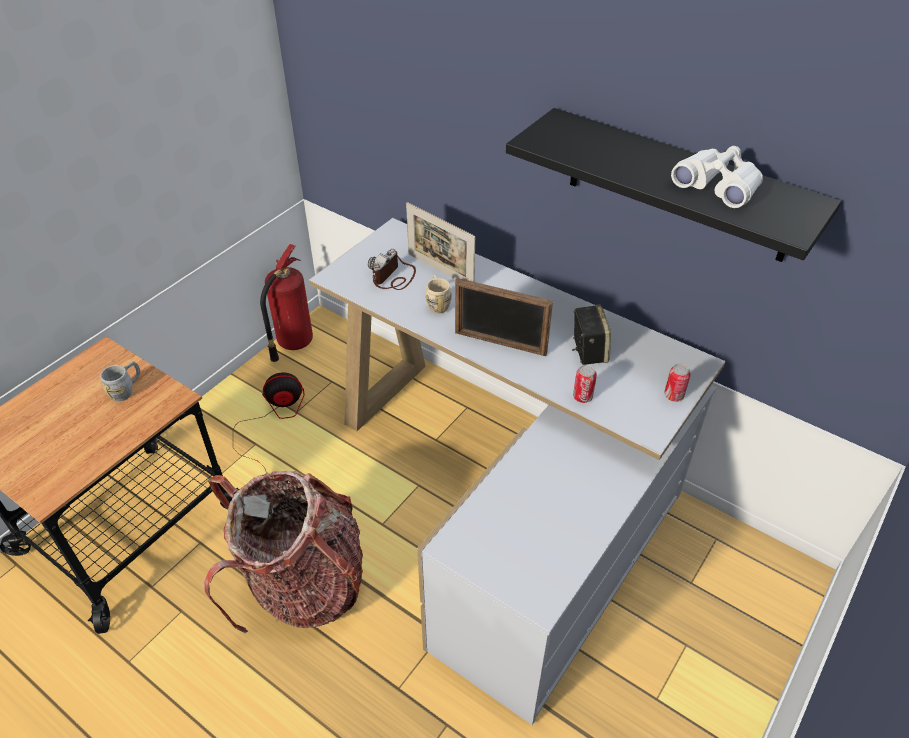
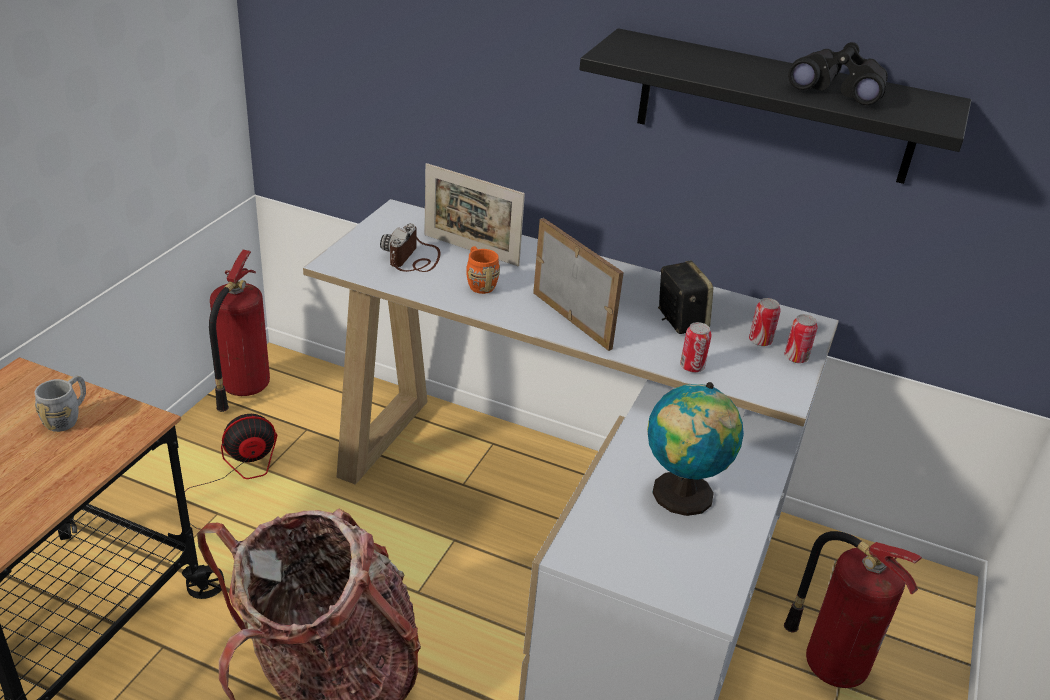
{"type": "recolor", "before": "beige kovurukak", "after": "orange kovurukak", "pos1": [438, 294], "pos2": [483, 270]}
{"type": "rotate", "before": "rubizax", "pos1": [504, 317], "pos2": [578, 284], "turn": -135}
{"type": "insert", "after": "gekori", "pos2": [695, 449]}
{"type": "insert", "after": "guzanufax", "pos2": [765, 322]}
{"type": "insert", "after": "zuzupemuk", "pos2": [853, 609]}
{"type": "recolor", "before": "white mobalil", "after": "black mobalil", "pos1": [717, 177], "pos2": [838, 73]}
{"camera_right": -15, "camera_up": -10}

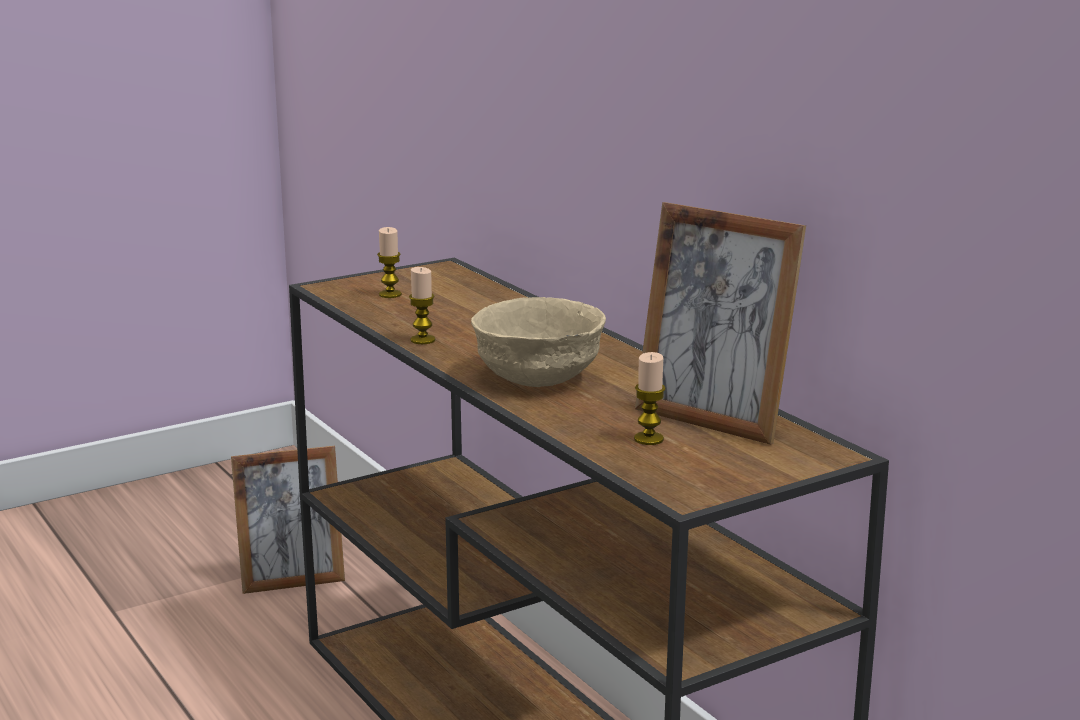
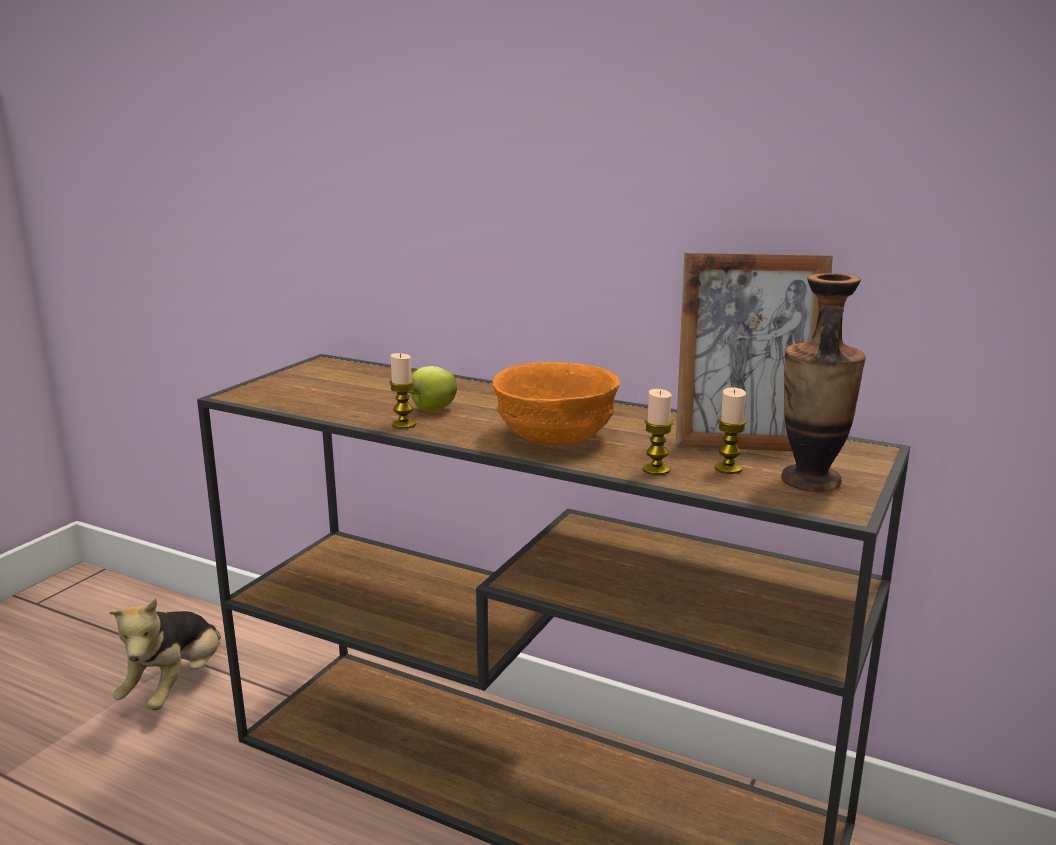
{"type": "replace", "before": "rubizax", "after": "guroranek", "pos1": [288, 520], "pos2": [165, 654]}
{"type": "insert", "after": "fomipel", "pos2": [432, 389]}
{"type": "recolor", "before": "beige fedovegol", "after": "orange fedovegol", "pos1": [538, 342], "pos2": [556, 404]}
{"type": "move", "before": "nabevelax", "pos1": [389, 262], "pos2": [658, 432]}
{"type": "insert", "after": "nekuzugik", "pos2": [823, 382]}
{"camera_right": -30, "camera_up": 0}

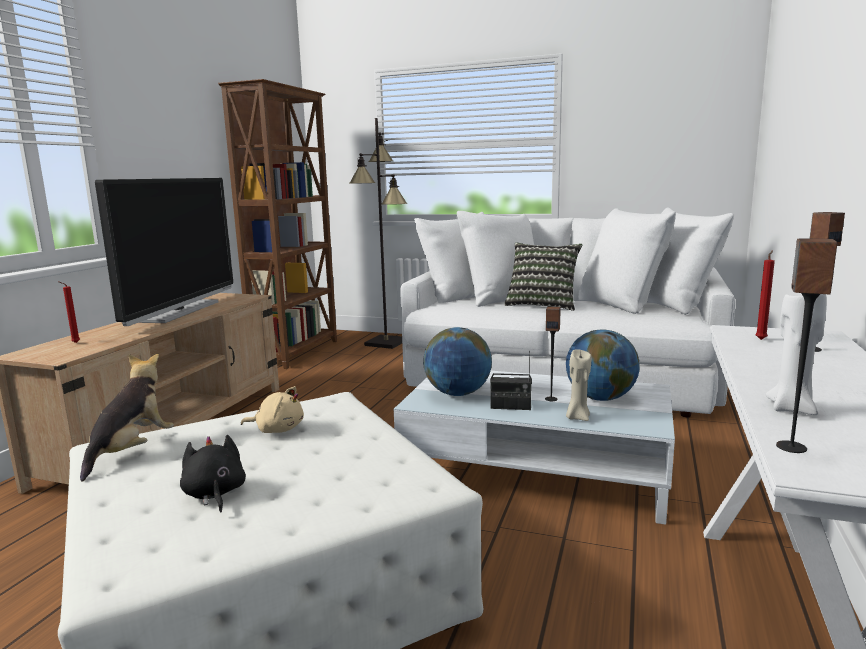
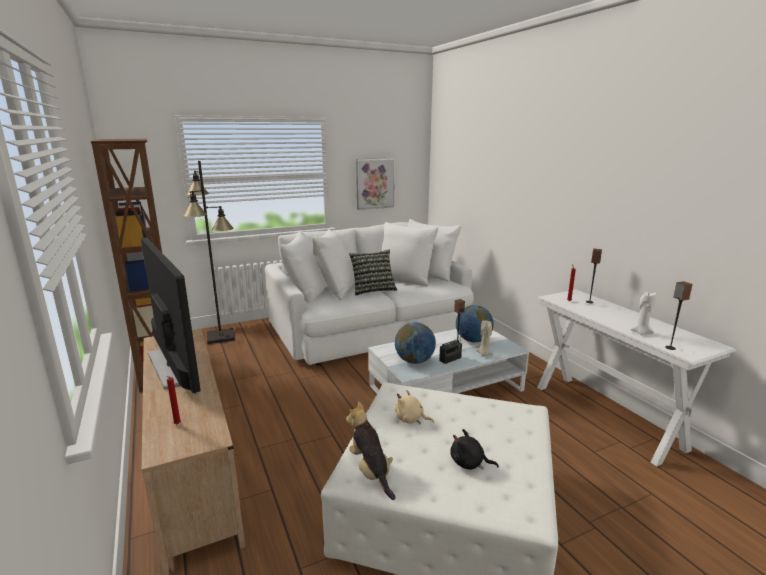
{"type": "insert", "after": "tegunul", "pos2": [375, 184]}
{"type": "rotate", "before": "beige guroranek", "pos1": [272, 409], "pos2": [414, 406], "turn": -120}
{"camera_right": -45, "camera_up": 5}

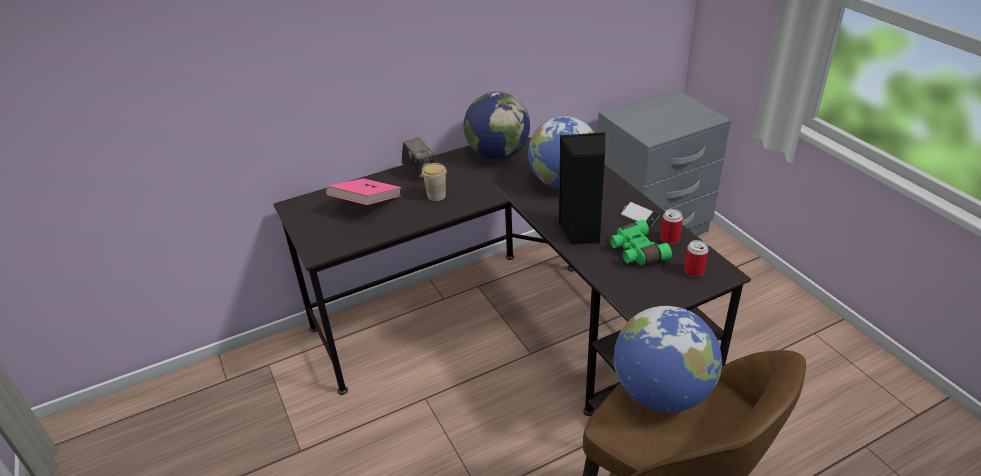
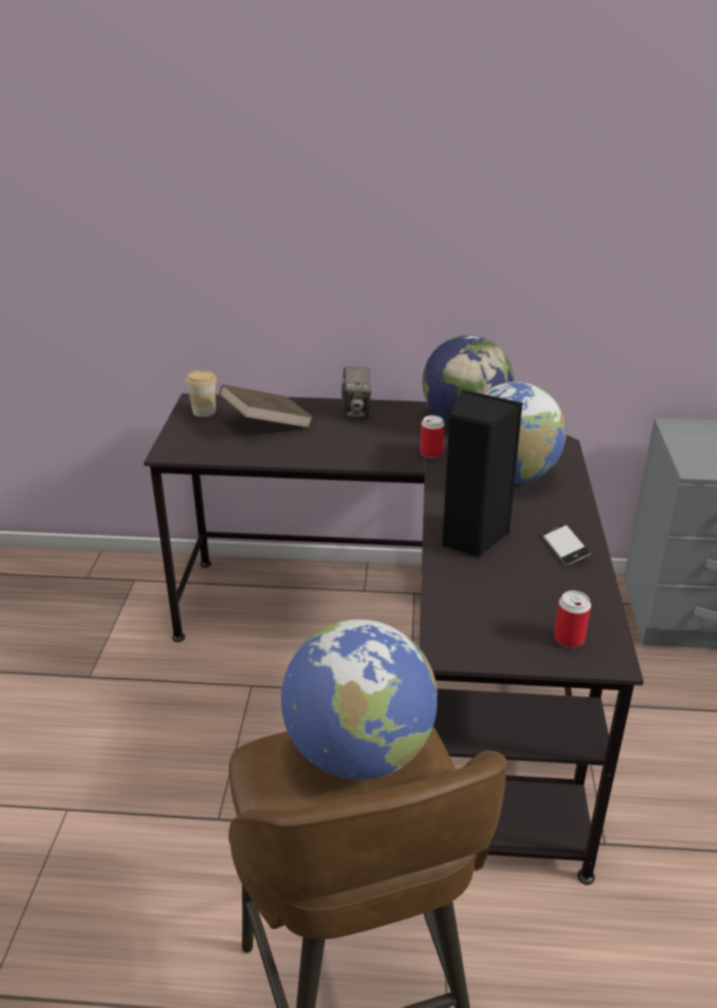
{"type": "move", "before": "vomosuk", "pos1": [434, 182], "pos2": [201, 393]}
{"type": "recolor", "before": "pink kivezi", "after": "brown kivezi", "pos1": [363, 191], "pos2": [266, 406]}
{"type": "move", "before": "guzanufax", "pos1": [671, 226], "pos2": [432, 436]}
{"type": "delete", "before": "green mobalil", "pos1": [641, 242]}
{"camera_right": 30, "camera_up": -5}

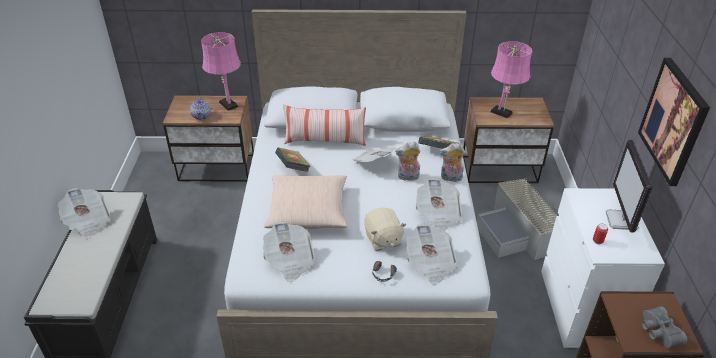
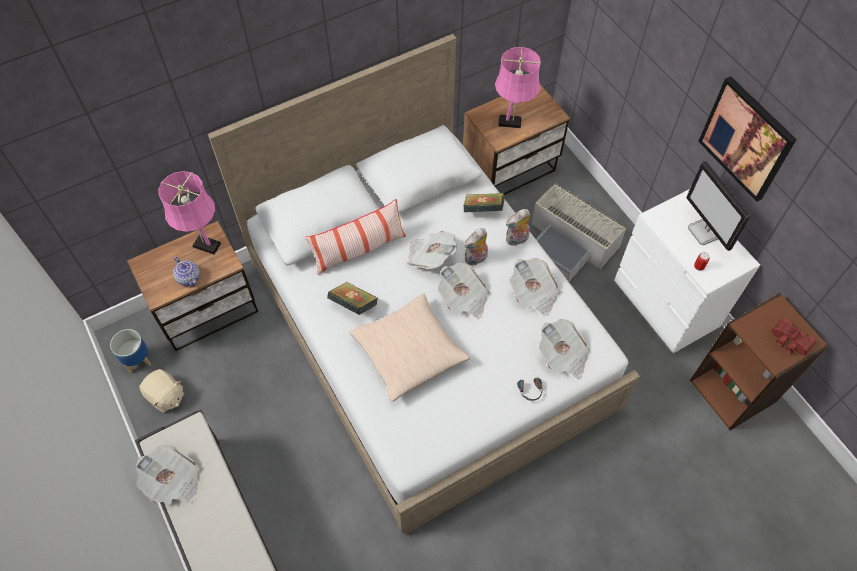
{"type": "insert", "after": "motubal", "pos2": [130, 351]}
{"type": "move", "before": "beige guroranek", "pos1": [385, 229], "pos2": [162, 391]}
{"type": "move", "before": "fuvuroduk", "pos1": [289, 251], "pos2": [463, 290]}
{"type": "recolor", "before": "grey mobalil", "after": "red mobalil", "pos1": [665, 327], "pos2": [793, 336]}
{"camera_right": -30, "camera_up": 20}

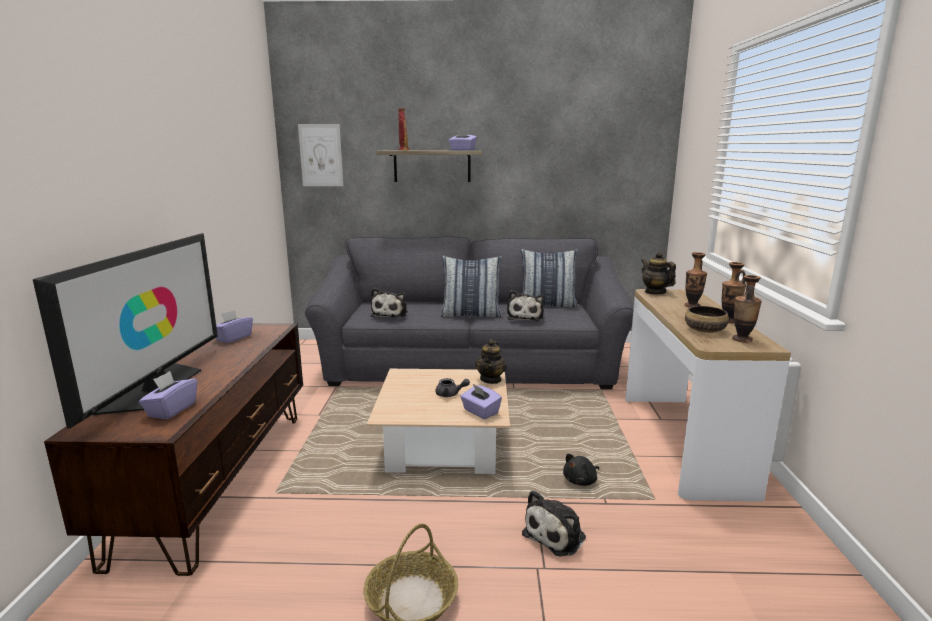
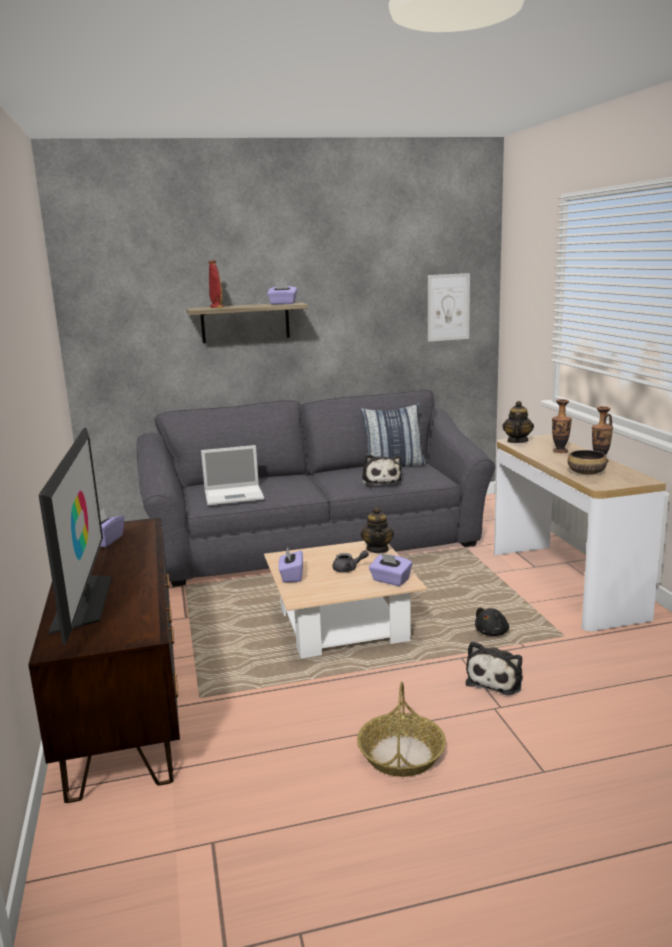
{"type": "replace", "before": "guroranek", "after": "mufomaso", "pos1": [389, 303], "pos2": [232, 475]}
{"type": "move", "before": "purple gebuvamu", "pos1": [168, 395], "pos2": [291, 564]}
{"type": "move", "before": "tegunul", "pos1": [320, 155], "pos2": [449, 307]}
{"type": "rotate", "before": "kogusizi", "pos1": [658, 273], "pos2": [518, 422], "turn": 60}
{"type": "delete", "before": "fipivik", "pos1": [471, 287]}
{"type": "delete", "before": "nekuzugik", "pos1": [747, 309]}
{"camera_right": -15, "camera_up": 0}

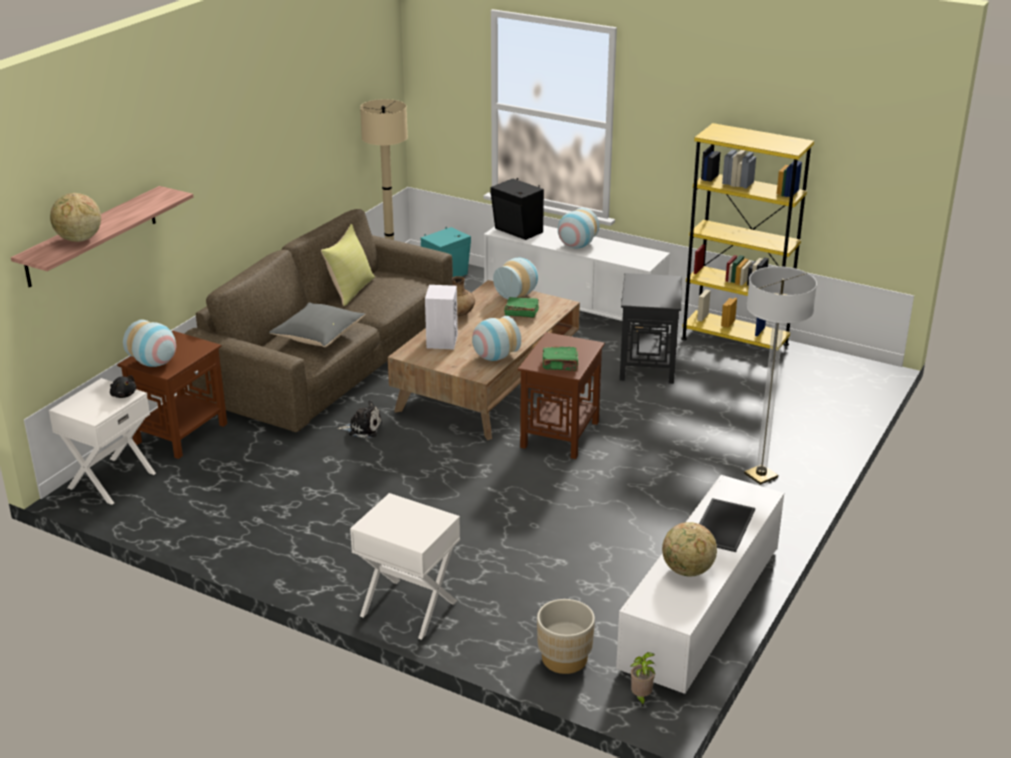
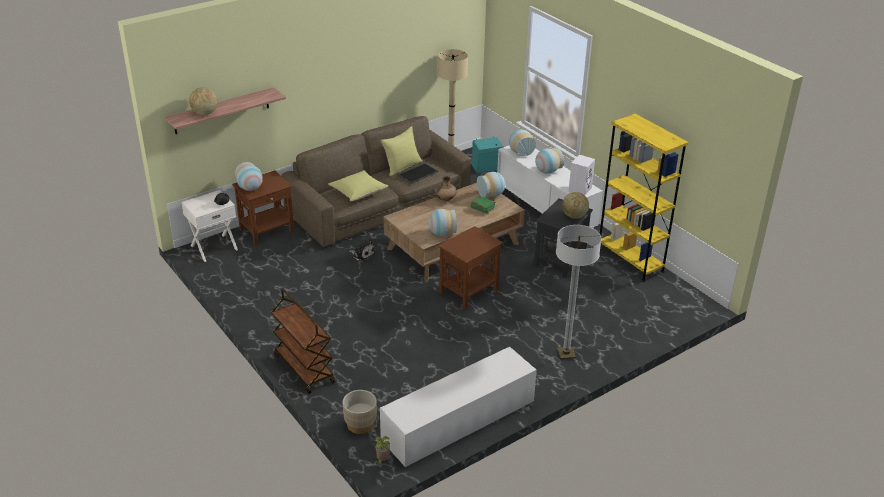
{"type": "replace", "before": "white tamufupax", "after": "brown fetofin", "pos1": [405, 566], "pos2": [303, 341]}
{"type": "recolor", "before": "grey fipivik", "after": "yellow fipivik", "pos1": [317, 324], "pos2": [358, 185]}
{"type": "move", "before": "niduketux", "pos1": [727, 525], "pos2": [418, 173]}
{"type": "replace", "before": "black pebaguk", "after": "nekuzugik", "pos1": [517, 209], "pos2": [522, 143]}
{"type": "move", "before": "gekori", "pos1": [689, 549], "pos2": [575, 205]}
{"type": "move", "before": "white pebaguk", "pos1": [441, 317], "pos2": [581, 175]}
{"type": "delete", "before": "green kivezi", "pos1": [560, 358]}
{"camera_right": 25, "camera_up": 5}

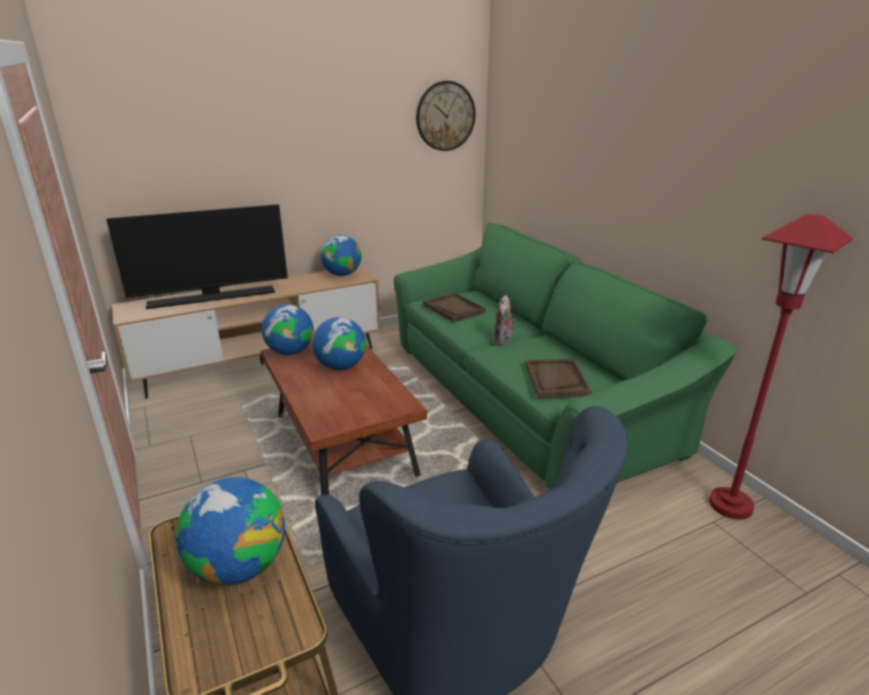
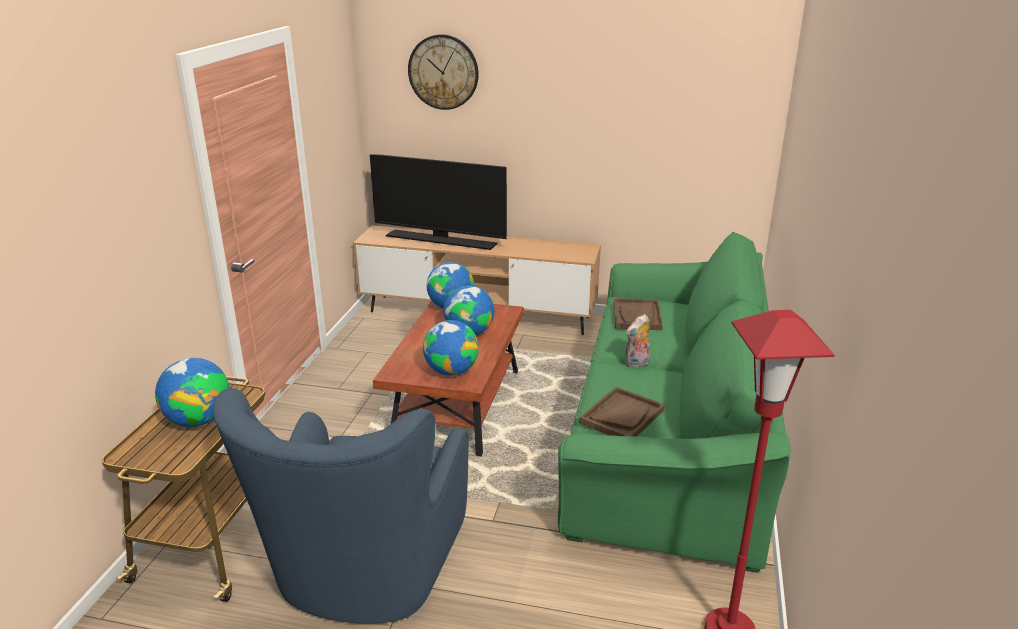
{"type": "move", "before": "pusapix", "pos1": [446, 116], "pos2": [443, 72]}
{"type": "move", "before": "gekori", "pos1": [340, 255], "pos2": [451, 348]}
{"camera_right": 40, "camera_up": 0}

